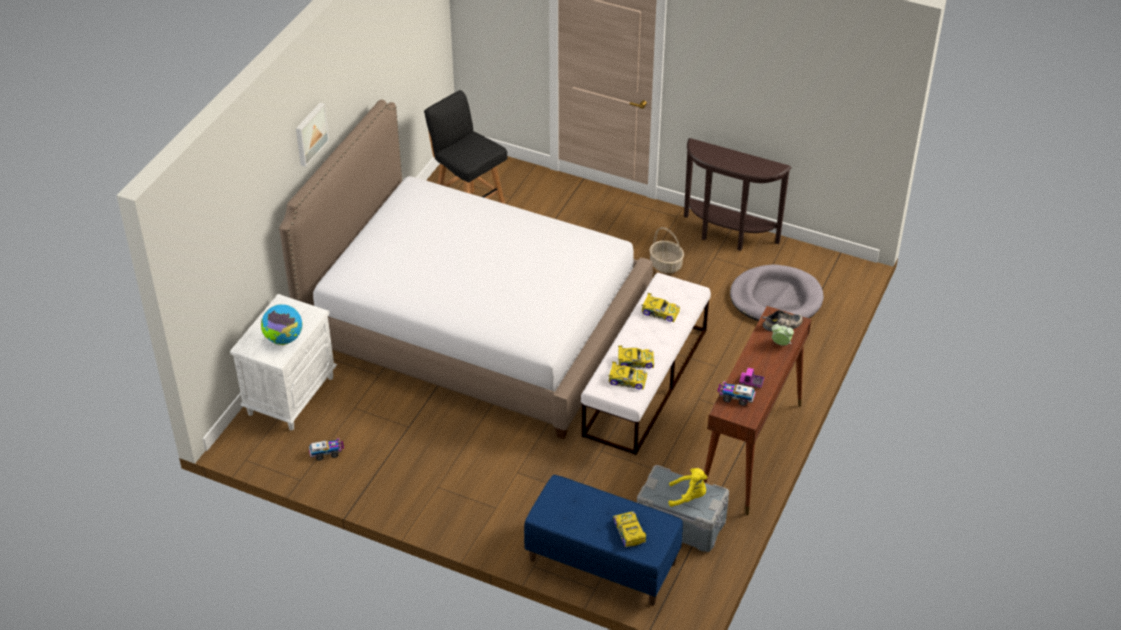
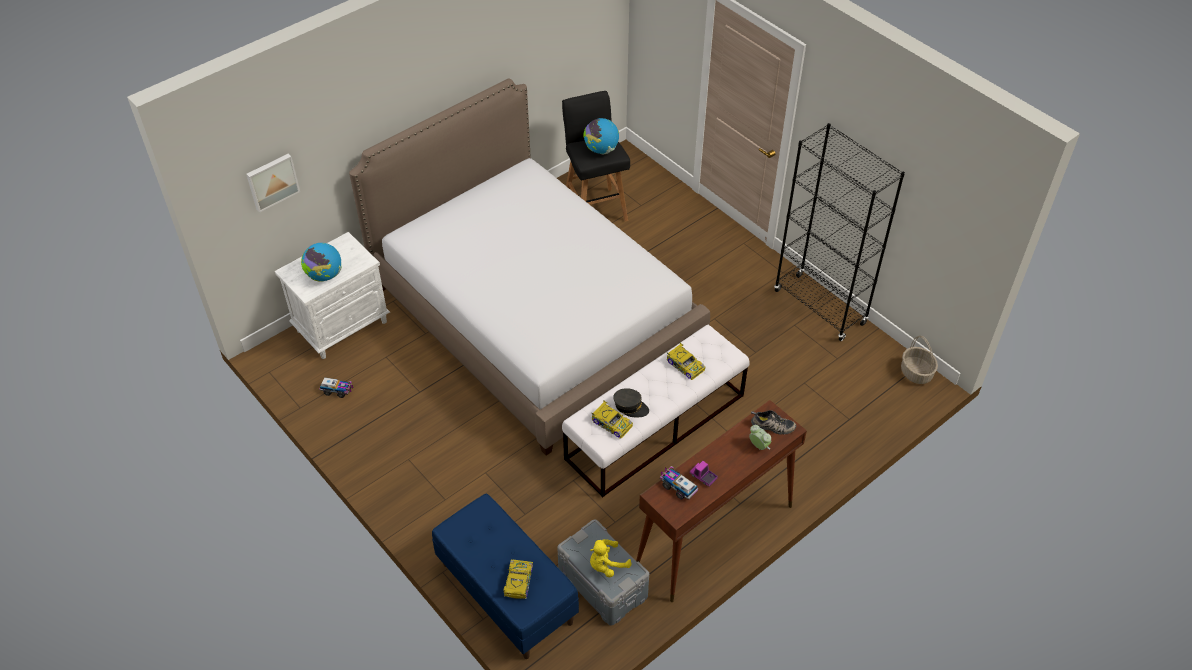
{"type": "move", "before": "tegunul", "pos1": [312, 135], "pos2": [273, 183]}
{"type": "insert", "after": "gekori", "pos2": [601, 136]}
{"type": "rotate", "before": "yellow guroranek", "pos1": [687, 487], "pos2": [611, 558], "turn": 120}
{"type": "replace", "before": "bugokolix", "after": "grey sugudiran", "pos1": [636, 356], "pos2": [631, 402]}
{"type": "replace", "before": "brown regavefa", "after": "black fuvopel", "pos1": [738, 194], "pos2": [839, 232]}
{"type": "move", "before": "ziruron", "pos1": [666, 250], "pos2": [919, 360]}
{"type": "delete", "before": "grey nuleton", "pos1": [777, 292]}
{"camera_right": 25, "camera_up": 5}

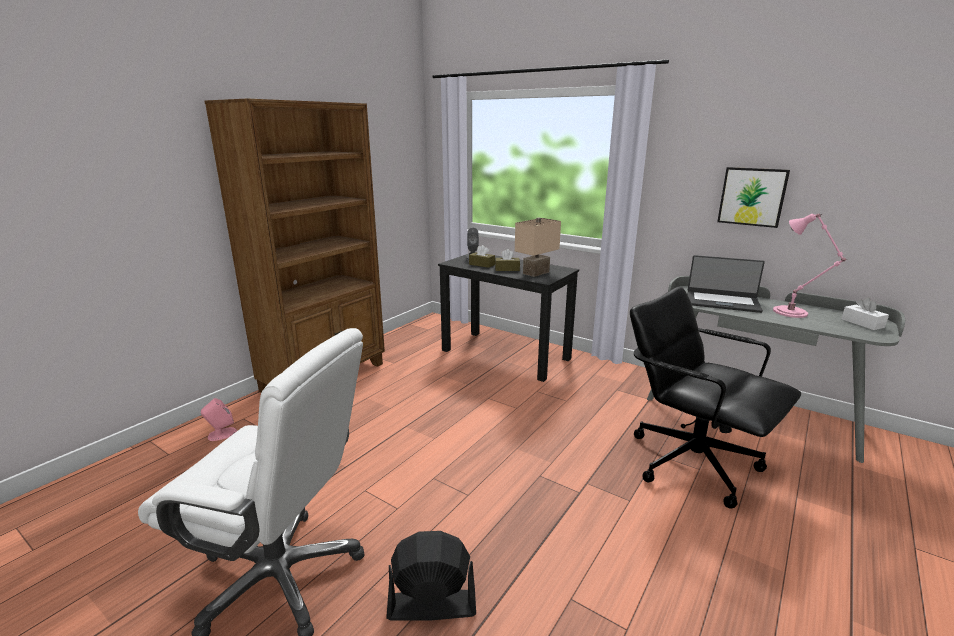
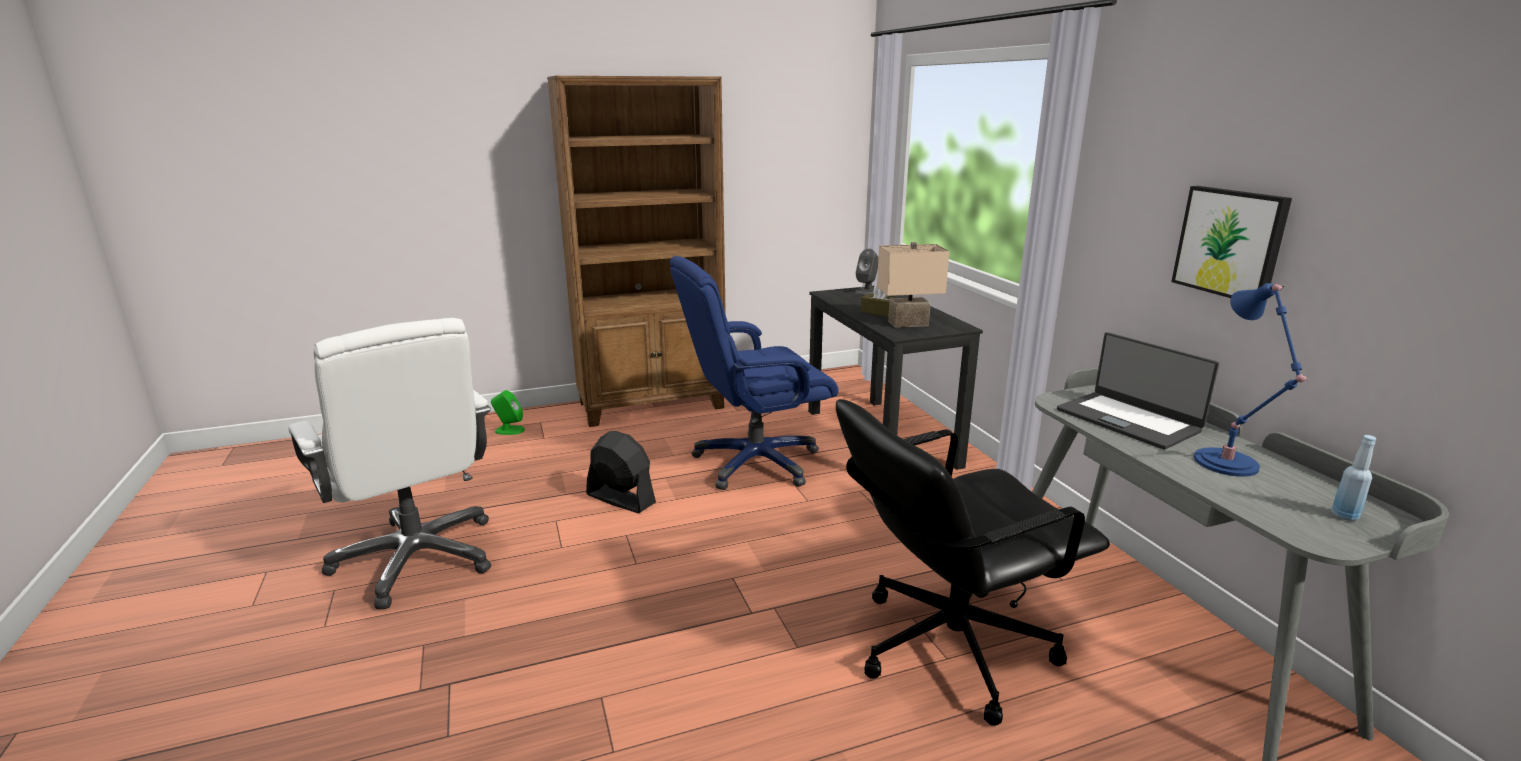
{"type": "recolor", "before": "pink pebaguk", "after": "green pebaguk", "pos1": [219, 419], "pos2": [508, 412]}
{"type": "move", "before": "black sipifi", "pos1": [431, 576], "pos2": [621, 472]}
{"type": "insert", "after": "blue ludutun", "pos2": [753, 373]}
{"type": "rotate", "before": "black ludutun", "pos1": [715, 397], "pos2": [973, 562], "turn": -105}
{"type": "recolor", "before": "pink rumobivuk", "after": "blue rumobivuk", "pos1": [810, 266], "pos2": [1251, 380]}
{"type": "replace", "before": "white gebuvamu", "after": "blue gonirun", "pos1": [865, 314], "pos2": [1353, 478]}
{"type": "delete", "before": "brown gebuvamu", "pos1": [482, 256]}
{"camera_right": 35, "camera_up": 0}

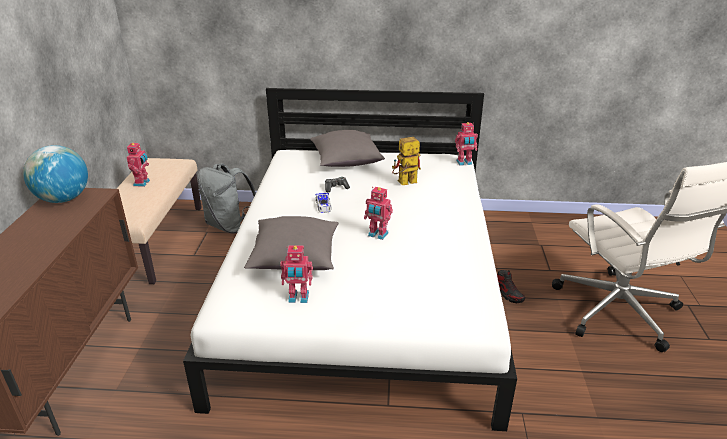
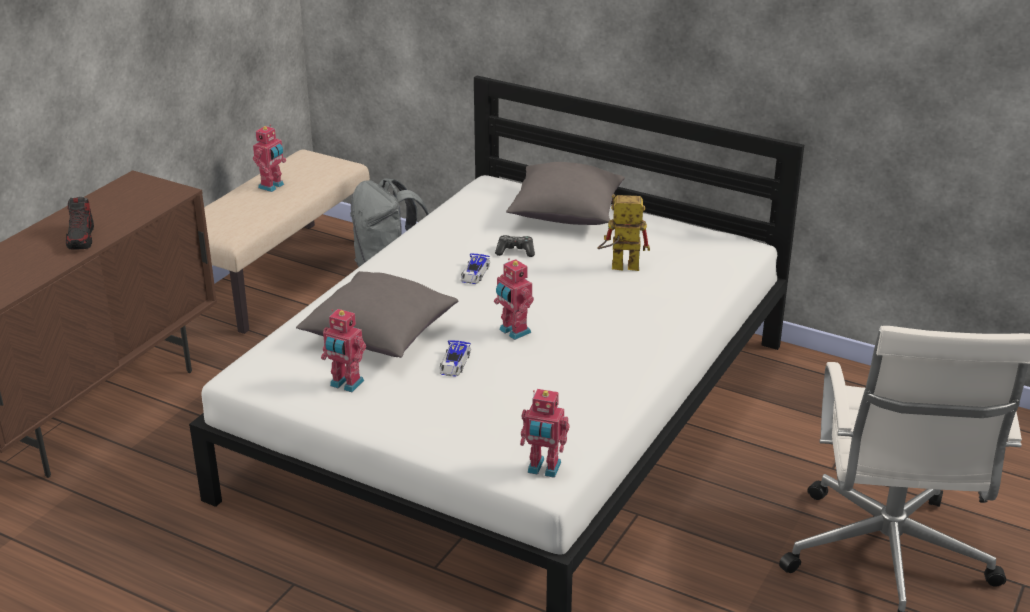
{"type": "move", "before": "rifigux", "pos1": [511, 286], "pos2": [80, 223]}
{"type": "insert", "after": "bugokolix", "pos2": [455, 358]}
{"type": "move", "before": "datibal", "pos1": [466, 144], "pos2": [544, 433]}
{"type": "delete", "before": "gekori", "pos1": [55, 174]}
{"camera_right": 25, "camera_up": 0}

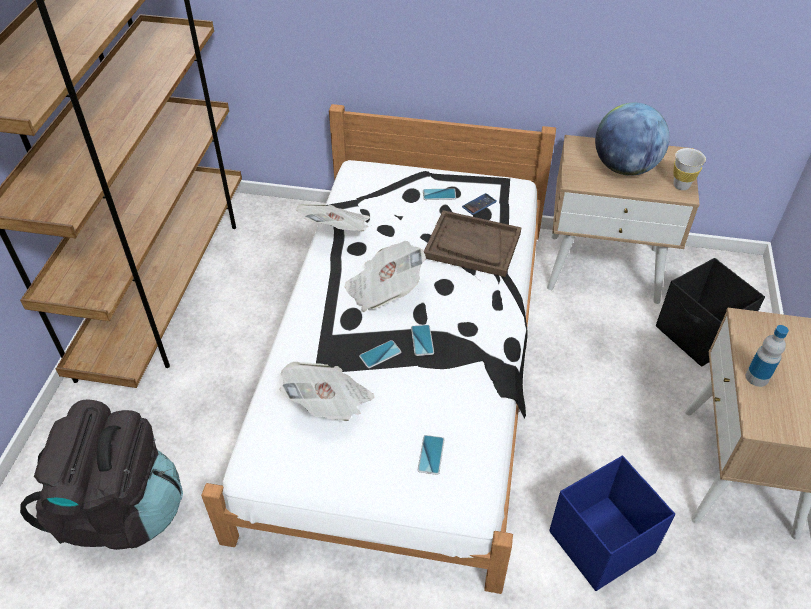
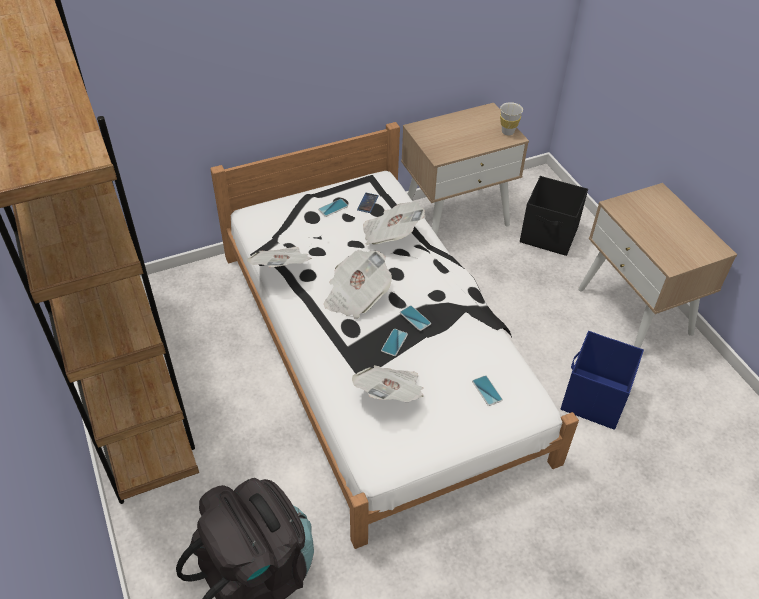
{"type": "replace", "before": "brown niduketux", "after": "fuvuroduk", "pos1": [473, 243], "pos2": [394, 223]}
{"type": "delete", "before": "gekori", "pos1": [632, 139]}
{"type": "delete", "before": "gonirun", "pos1": [767, 356]}
{"camera_right": -35, "camera_up": 0}

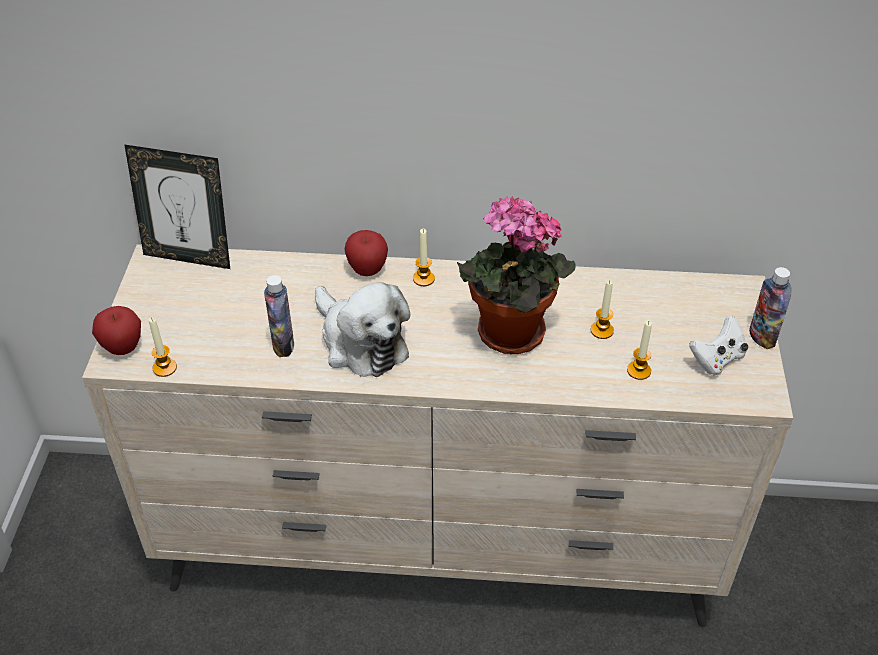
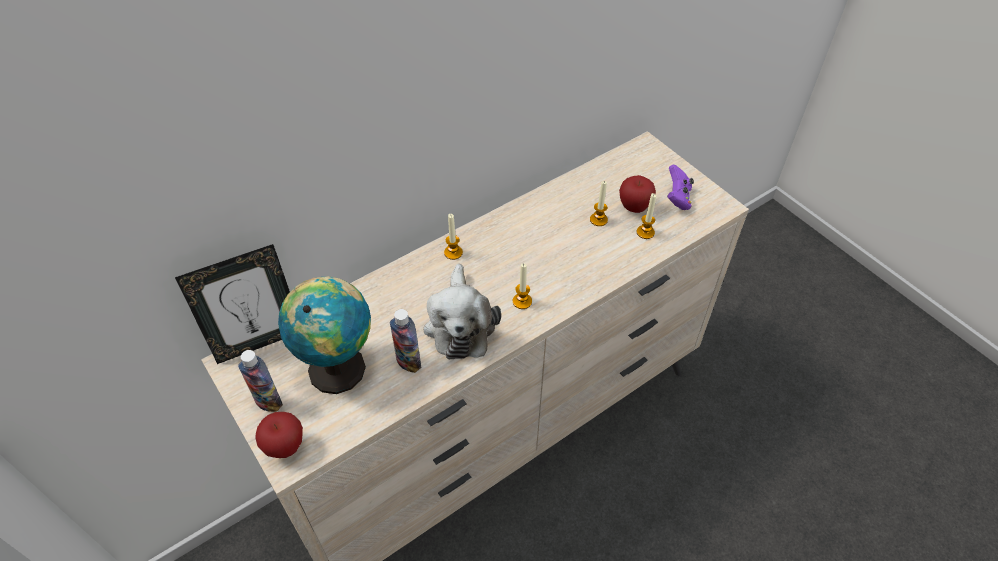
{"type": "move", "before": "gonirun", "pos1": [770, 308], "pos2": [260, 381]}
{"type": "insert", "after": "gekori", "pos2": [324, 335]}
{"type": "rotate", "before": "guroranek", "pos1": [362, 329], "pos2": [462, 311], "turn": 75}
{"type": "move", "before": "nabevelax", "pos1": [163, 347], "pos2": [522, 286]}
{"type": "move", "before": "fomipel", "pos1": [366, 253], "pos2": [637, 194]}
{"type": "recolor", "before": "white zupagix", "after": "purple zupagix", "pos1": [718, 345], "pos2": [680, 187]}
{"type": "delete", "before": "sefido", "pos1": [516, 275]}
{"camera_right": -40, "camera_up": 5}

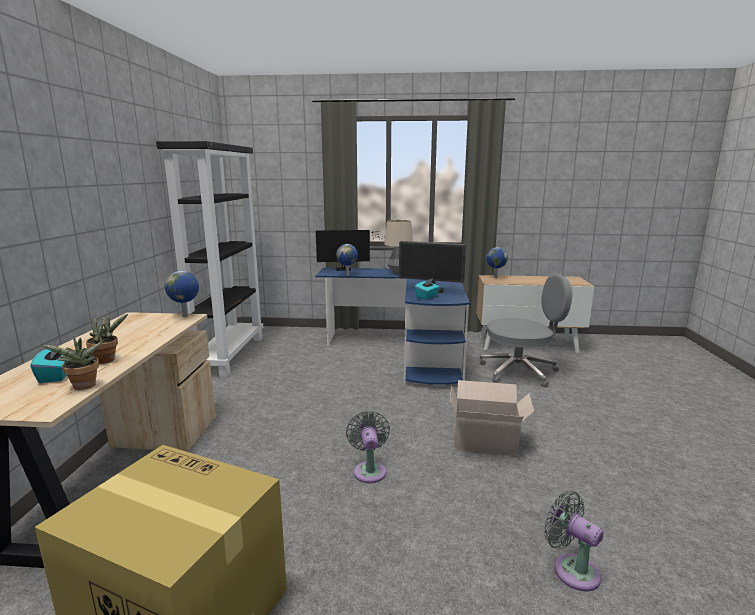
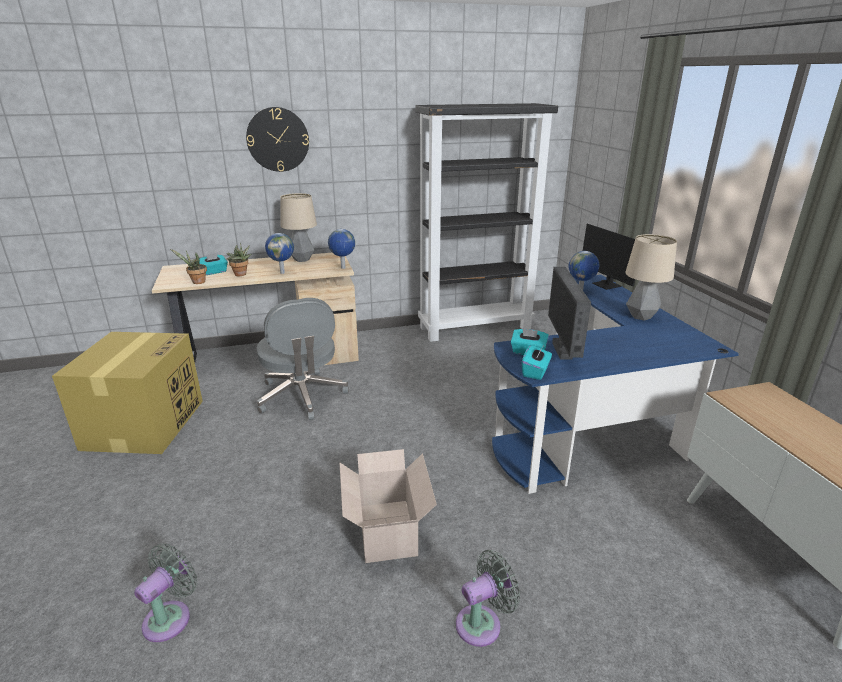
{"type": "insert", "after": "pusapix", "pos2": [277, 139]}
{"type": "move", "before": "grey ludutun", "pos1": [526, 330], "pos2": [303, 359]}
{"type": "move", "before": "gekori", "pos1": [497, 262], "pos2": [279, 253]}
{"type": "insert", "after": "rumobivuk", "pos2": [299, 227]}
{"type": "move", "before": "grey sipifi", "pos1": [368, 447], "pos2": [488, 598]}
{"type": "insert", "after": "turquoise gebuvamu", "pos2": [537, 362]}
{"camera_right": 70, "camera_up": 10}

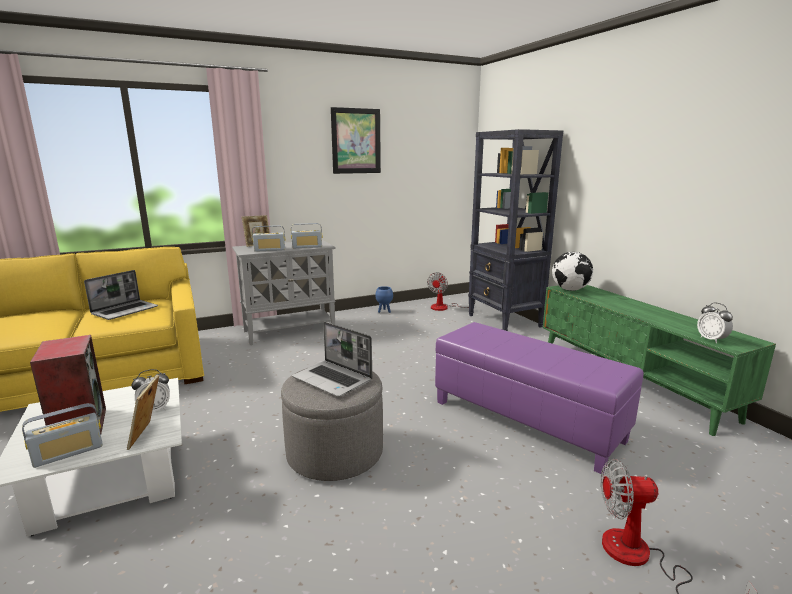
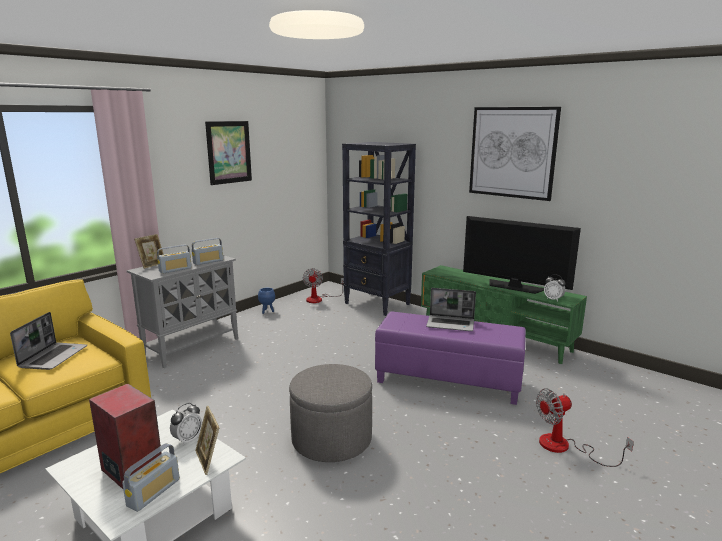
{"type": "move", "before": "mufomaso", "pos1": [332, 359], "pos2": [451, 309]}
{"type": "insert", "after": "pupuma", "pos2": [522, 255]}
{"type": "insert", "after": "tegunul", "pos2": [515, 154]}
{"type": "delete", "before": "gekori", "pos1": [572, 271]}
{"camera_right": -25, "camera_up": 0}

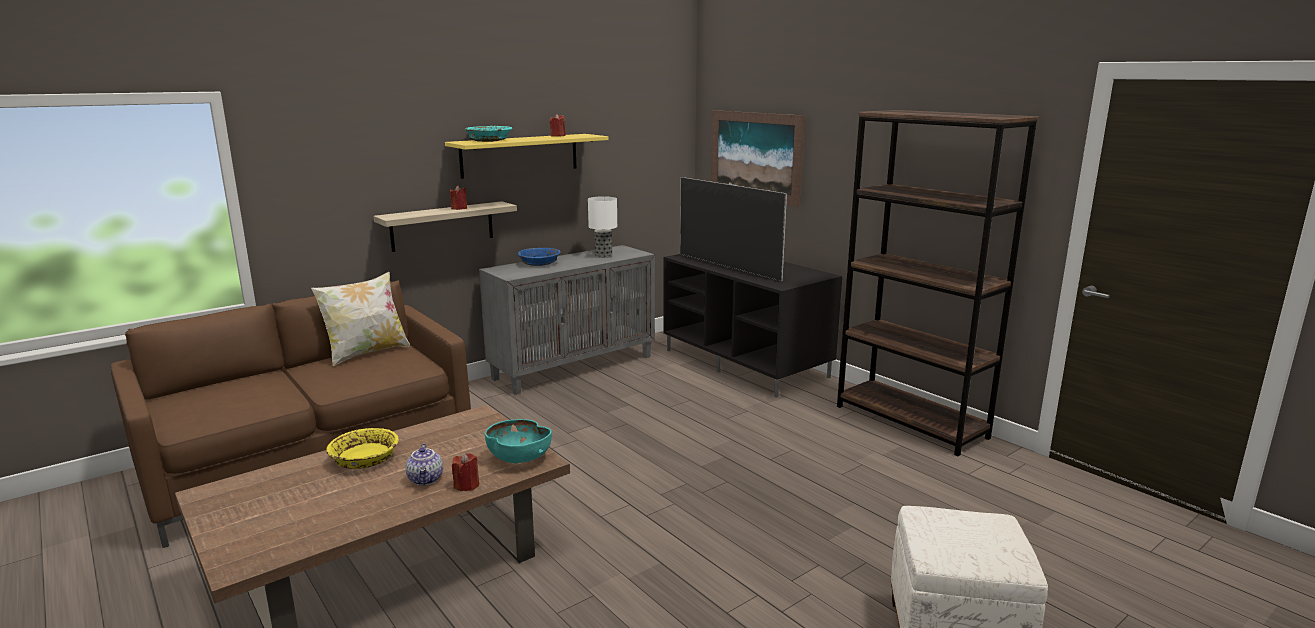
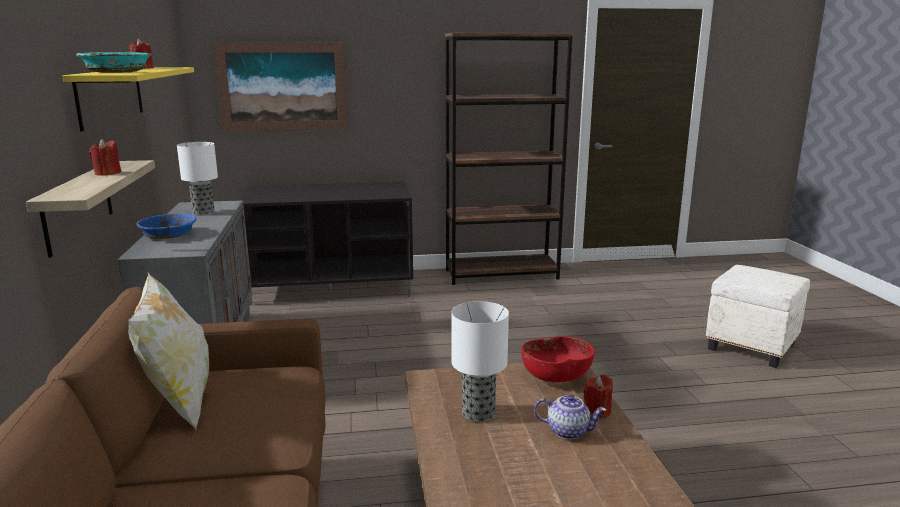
{"type": "insert", "after": "rumobivuk", "pos2": [480, 361]}
{"type": "recolor", "before": "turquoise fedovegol", "after": "red fedovegol", "pos1": [518, 441], "pos2": [558, 359]}
{"type": "delete", "before": "yellow fedovegol", "pos1": [362, 448]}
{"type": "delete", "before": "pupuma", "pos1": [733, 229]}
{"camera_right": -60, "camera_up": 0}

